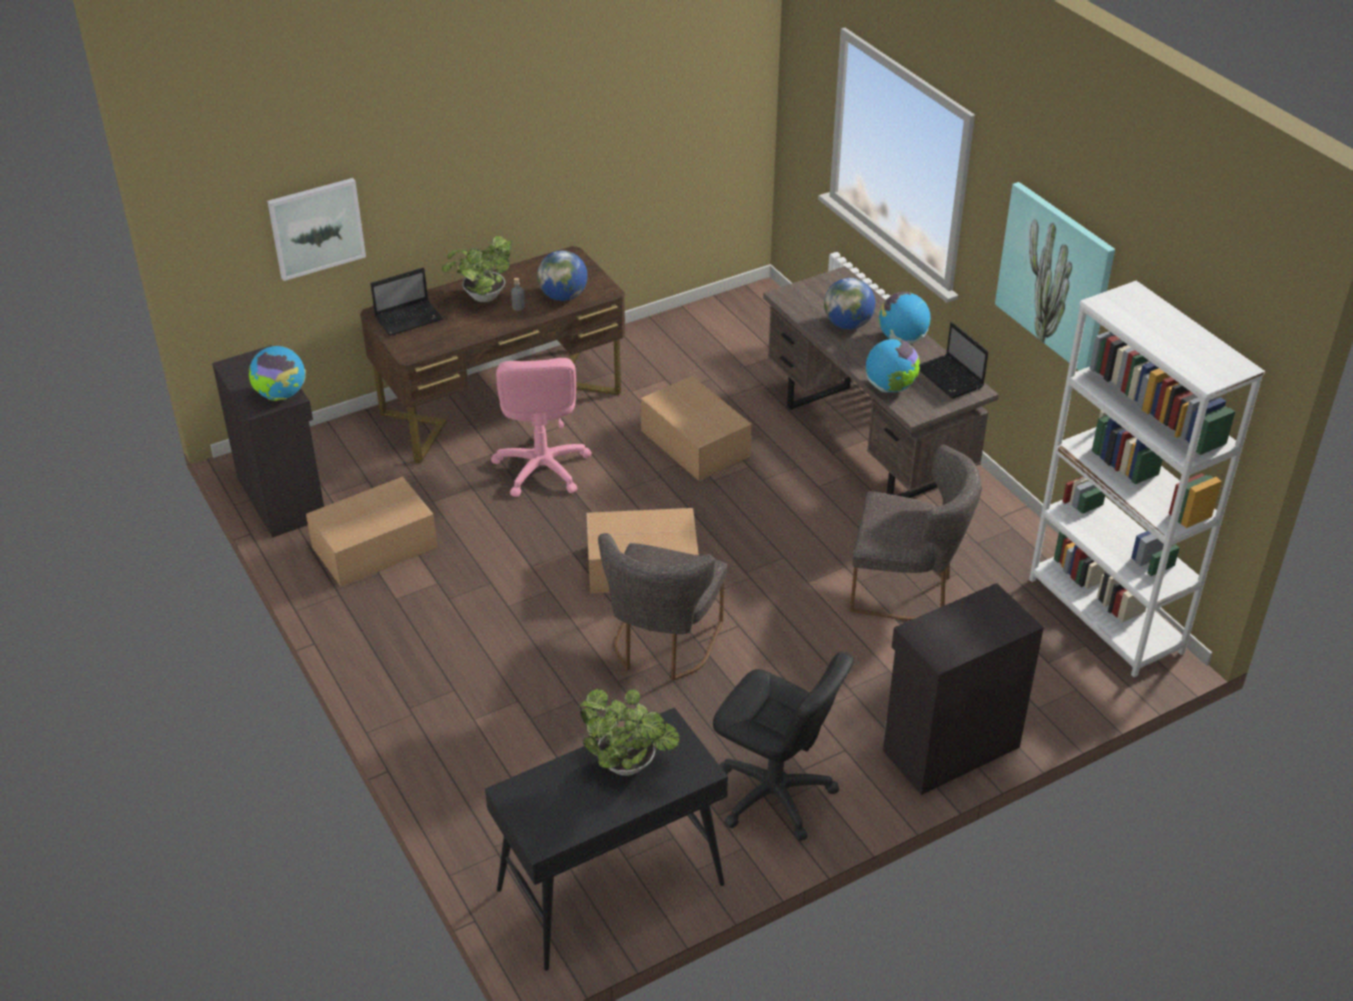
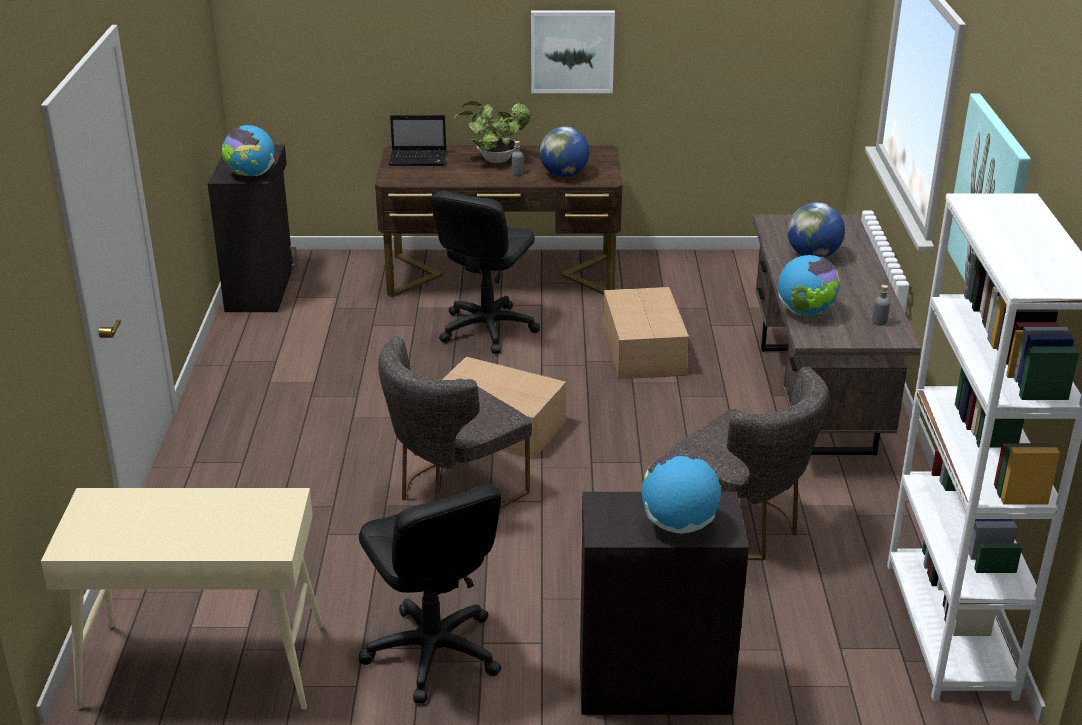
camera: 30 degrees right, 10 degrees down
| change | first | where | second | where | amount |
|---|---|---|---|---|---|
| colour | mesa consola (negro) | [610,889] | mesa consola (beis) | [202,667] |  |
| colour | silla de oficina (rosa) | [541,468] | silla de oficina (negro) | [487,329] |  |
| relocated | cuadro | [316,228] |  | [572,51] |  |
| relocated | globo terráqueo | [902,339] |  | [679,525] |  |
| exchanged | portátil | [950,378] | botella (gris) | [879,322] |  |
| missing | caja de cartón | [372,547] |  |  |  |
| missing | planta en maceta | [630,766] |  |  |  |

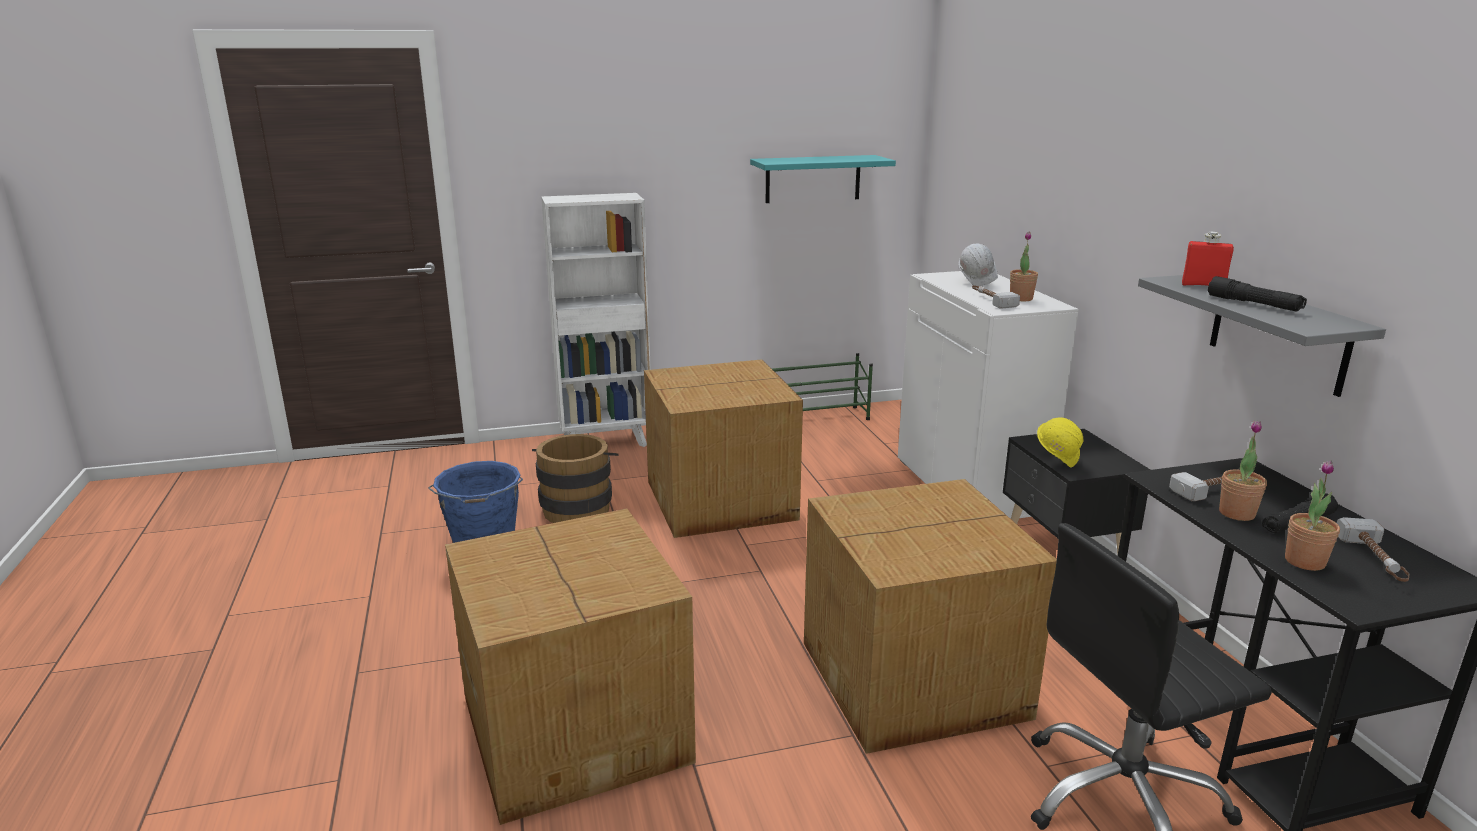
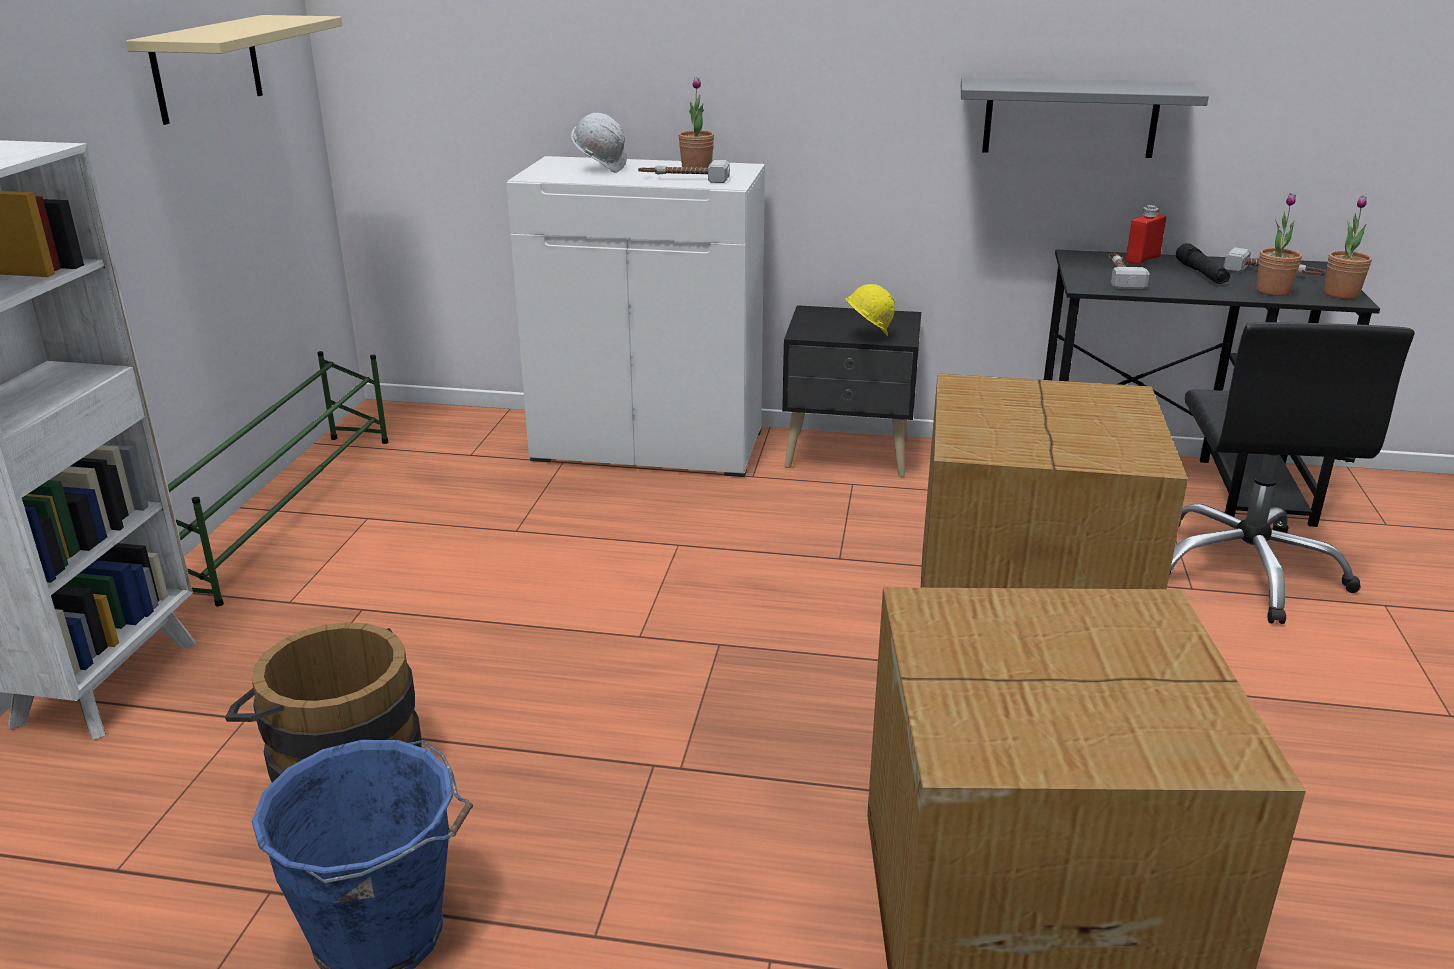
camera: 65 degrees left, 5 degrees up
| change | first | where | second | where | amount |
|---|---|---|---|---|---|
| colour | estante (turquesa) | [813,179] | estante (beis) | [207,68] |  |
| relocated | botella (rojo) | [1203,285] |  | [1142,259] |  |
| relocated | planta en maceta | [1237,513] |  | [1341,294] |  |
| missing | caja de cartón | [723,501] |  |  |  |
| missing | linterna (negro) | [1254,304] |  |  |  |

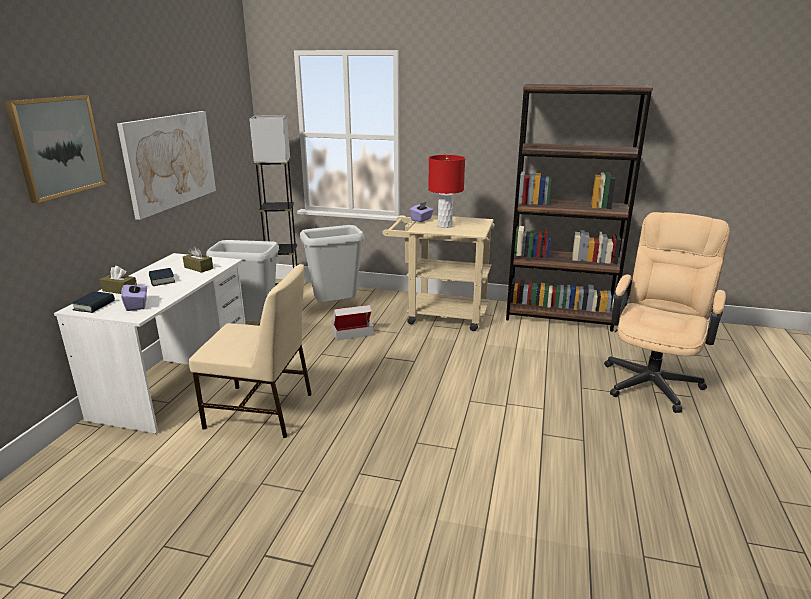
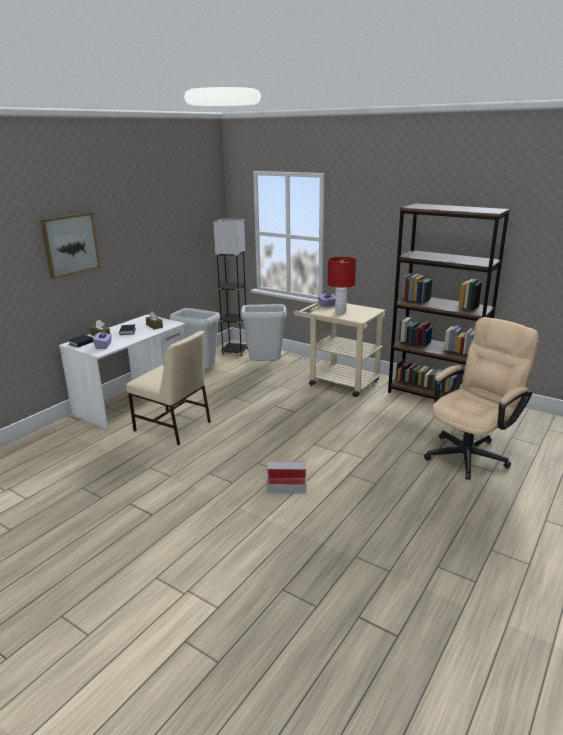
camera: 20 degrees right, 0 degrees up
| change | first | where | second | where | amount |
|---|---|---|---|---|---|
| relocated | caja de cartón | [352,332] |  | [287,485] |  |
| missing | cuadro | [170,161] |  |  |  |

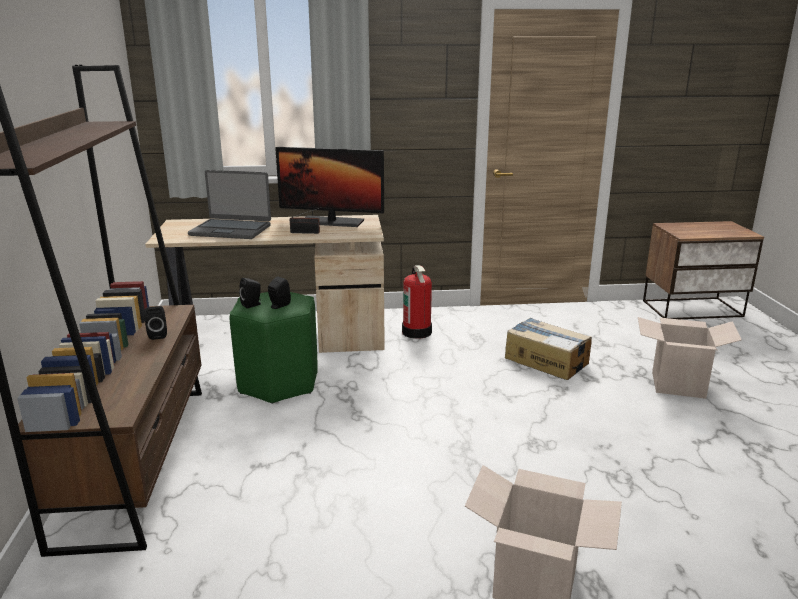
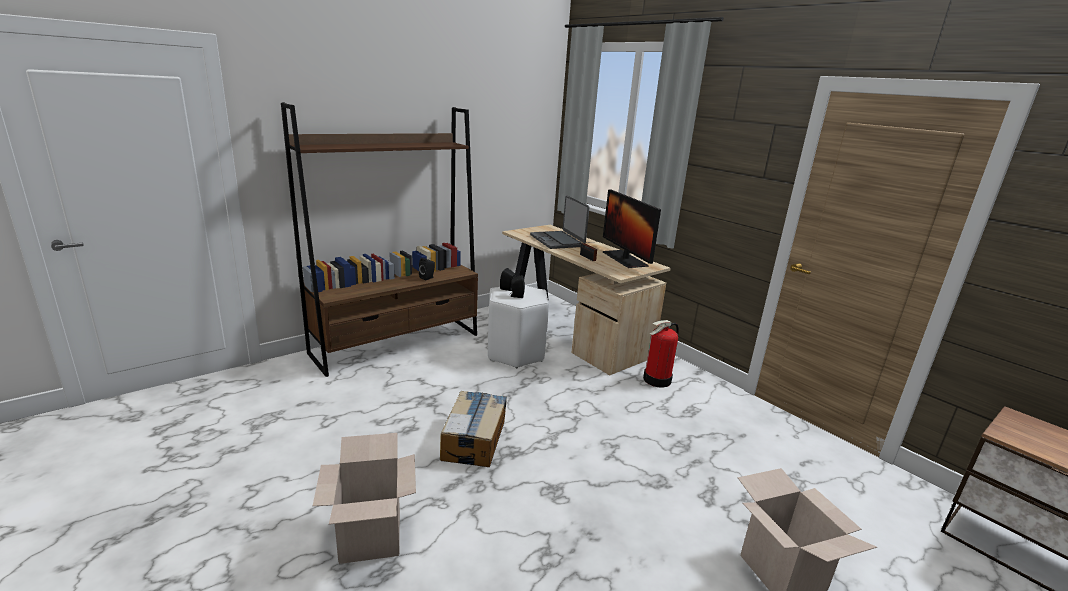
camera: 55 degrees right, 0 degrees up
| change | first | where | second | where | amount |
|---|---|---|---|---|---|
| relocated | caja de cartón | [546,360] |  | [474,439] |  |
| colour | taburete (verde) | [277,383] | taburete (blanco) | [515,353] |  |

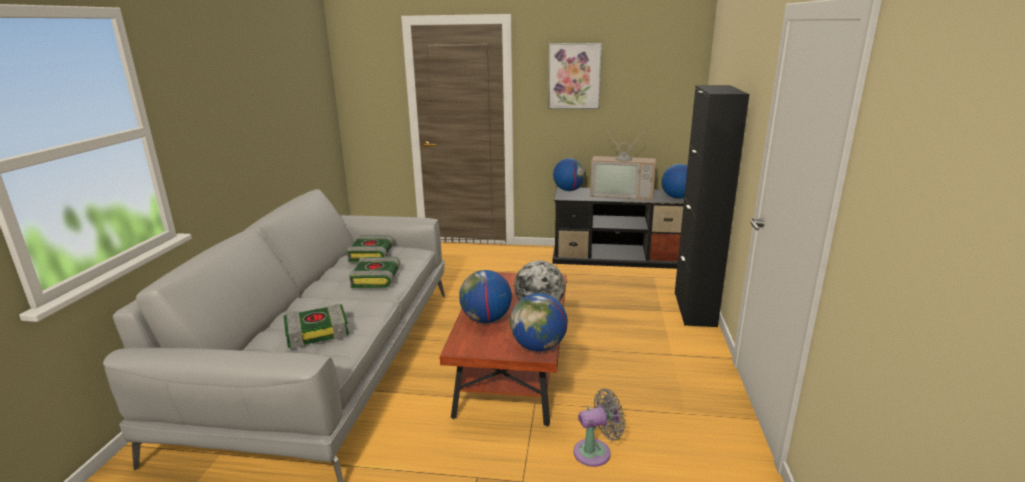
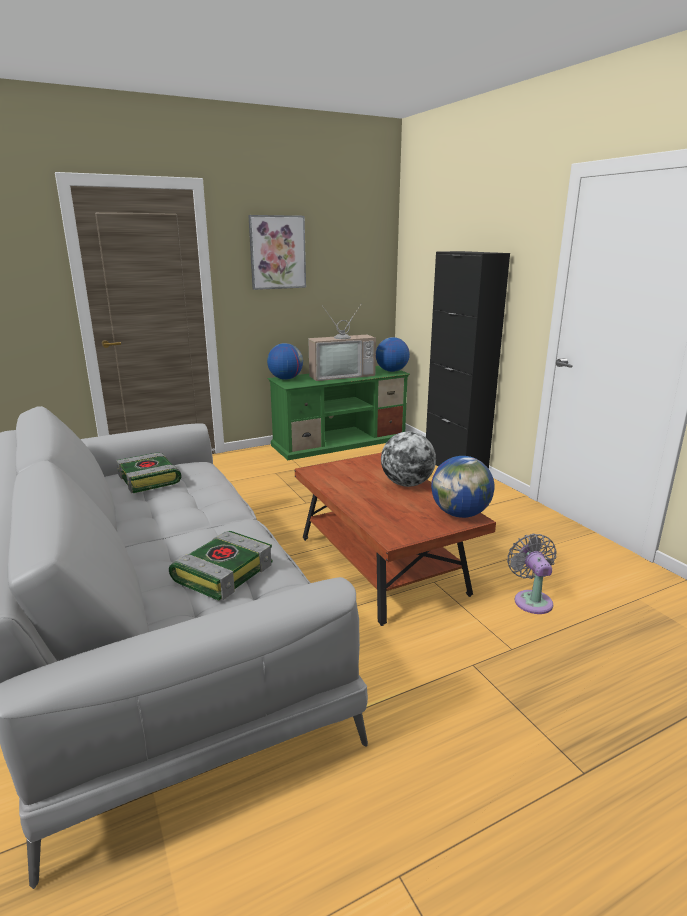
camera: 35 degrees left, 0 degrees up
| change | first | where | second | where | amount |
|---|---|---|---|---|---|
| colour | mueble de televisión (negro) | [618,257] | mueble de televisión (verde) | [341,441] |  |
| spun | ventilador (gris) | [596,452] |  | [531,600] | 45 degrees counterclockwise |
| missing | libro | [377,279] |  |  |  |
| missing | globo terráqueo | [486,319] |  |  |  |

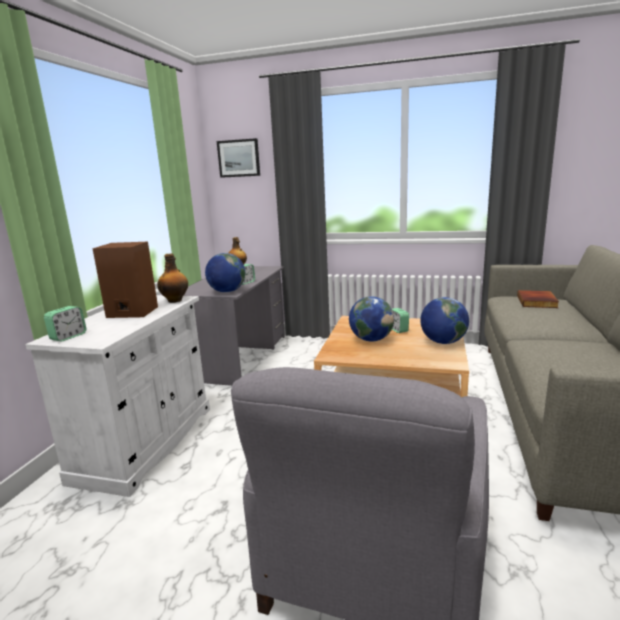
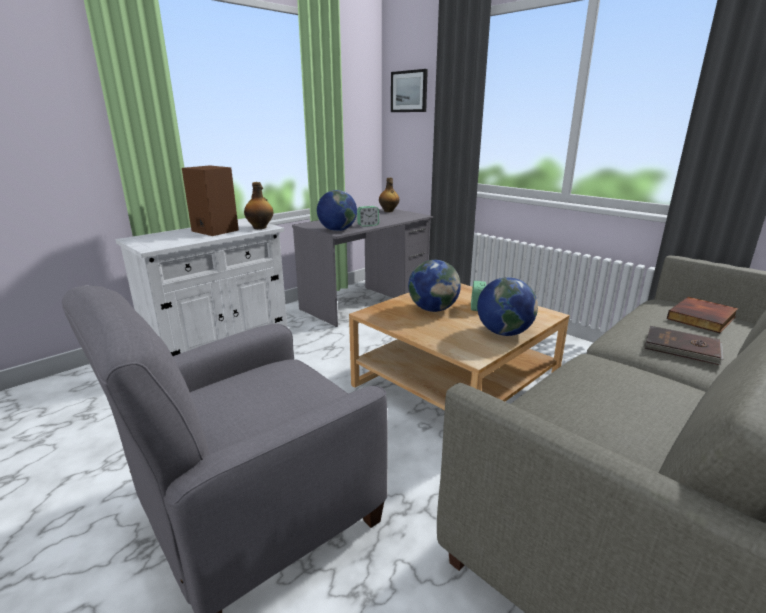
camera: 30 degrees right, 5 degrees up
| change | first | where | second | where | amount |
|---|---|---|---|---|---|
| appeared |  |  | libro (marrón) | [682,348] |  |
| missing | despertador | [68,337] |  |  |  |

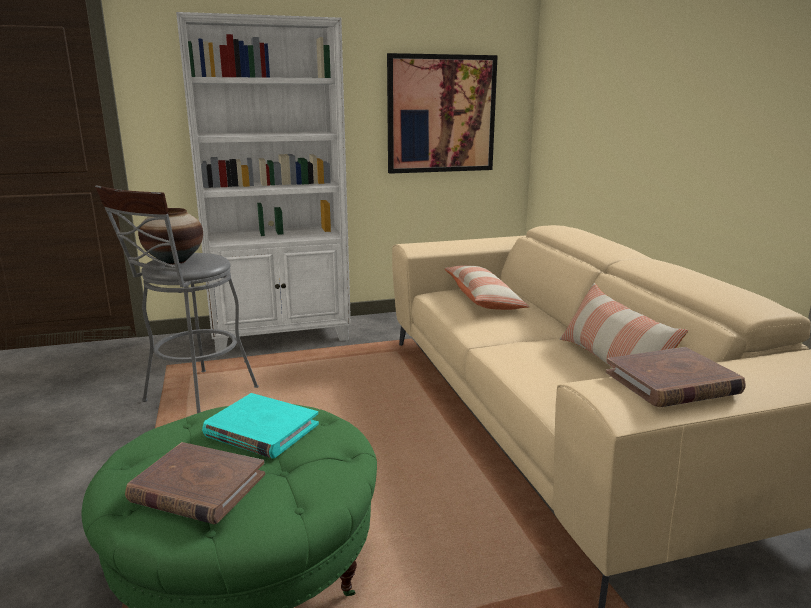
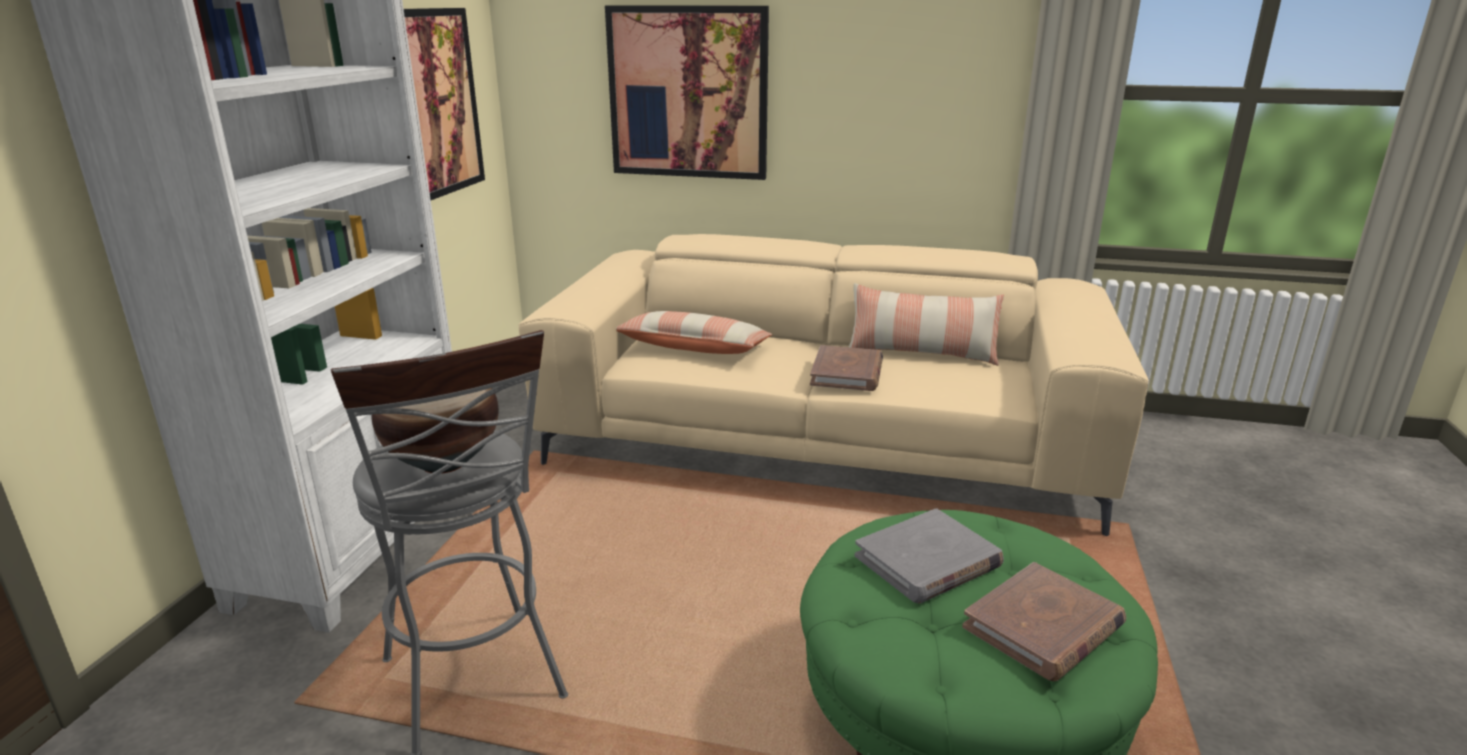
camera: 60 degrees left, 5 degrees up
| change | first | where | second | where | amount |
|---|---|---|---|---|---|
| appeared |  |  | cuadro | [688,93] |  |
| relocated | libro (marrón) | [672,383] |  | [847,373] |  |
| colour | libro (turquesa) | [261,430] | libro (gris) | [927,561] |  |

